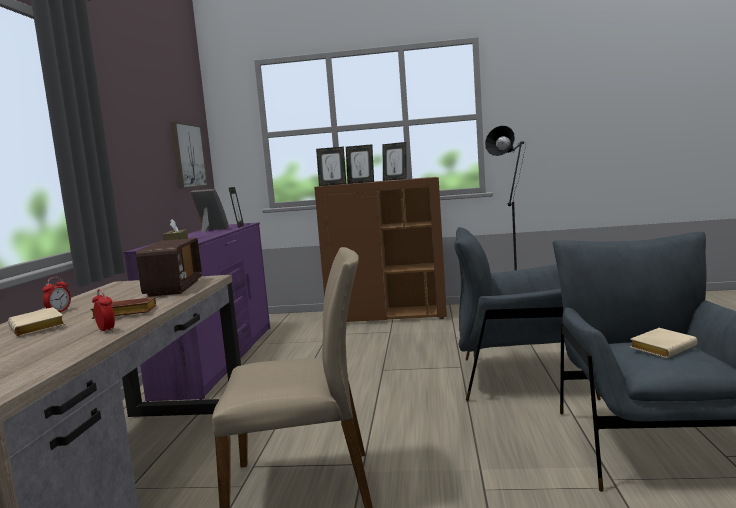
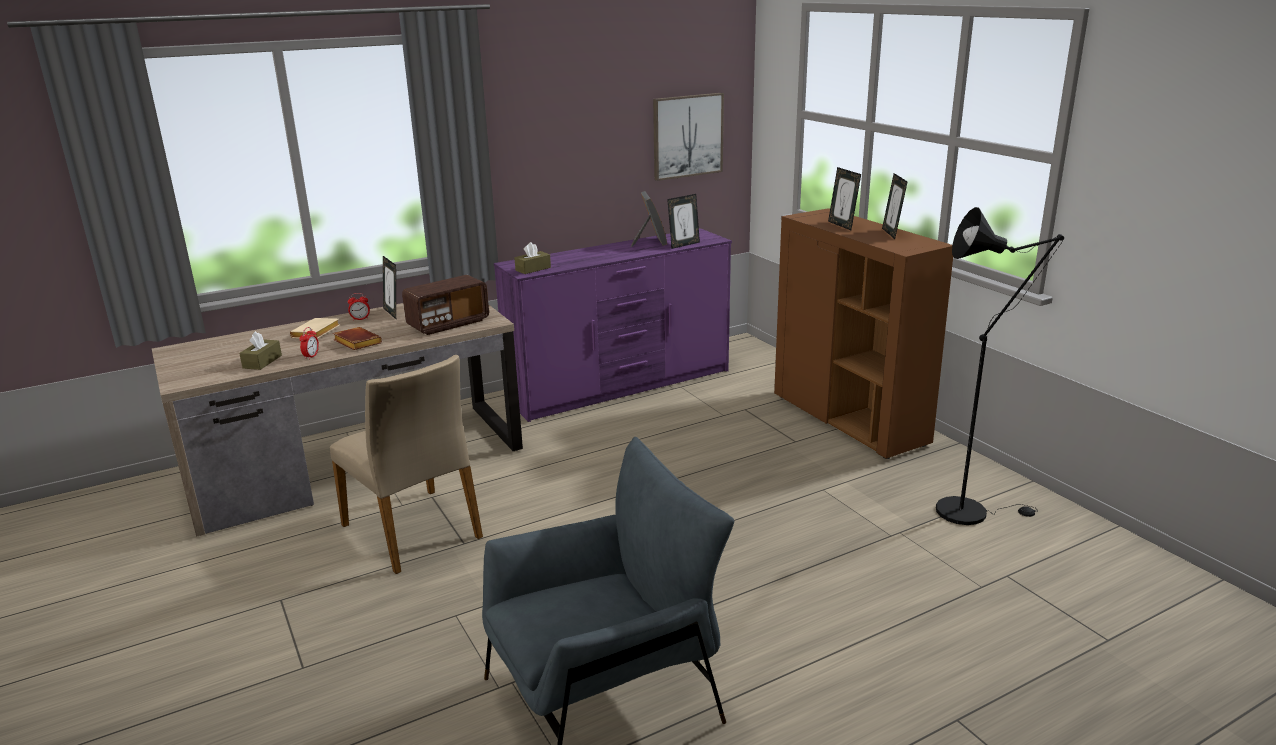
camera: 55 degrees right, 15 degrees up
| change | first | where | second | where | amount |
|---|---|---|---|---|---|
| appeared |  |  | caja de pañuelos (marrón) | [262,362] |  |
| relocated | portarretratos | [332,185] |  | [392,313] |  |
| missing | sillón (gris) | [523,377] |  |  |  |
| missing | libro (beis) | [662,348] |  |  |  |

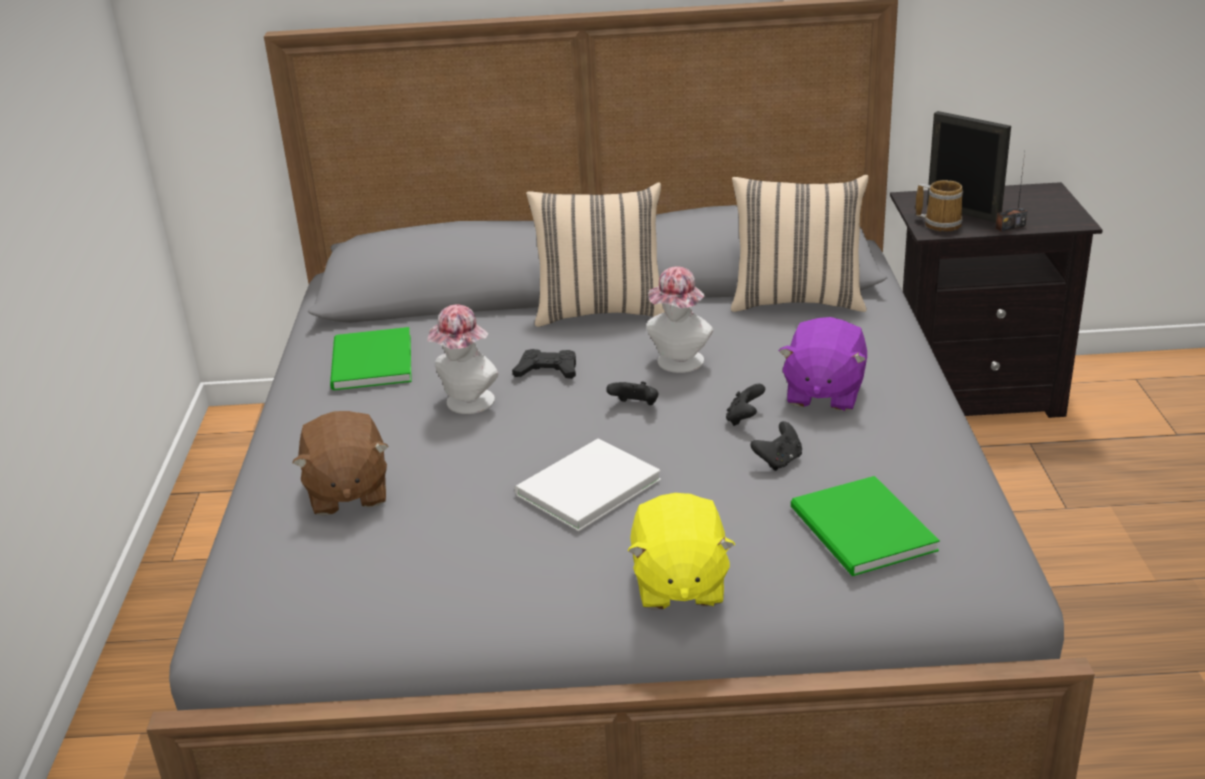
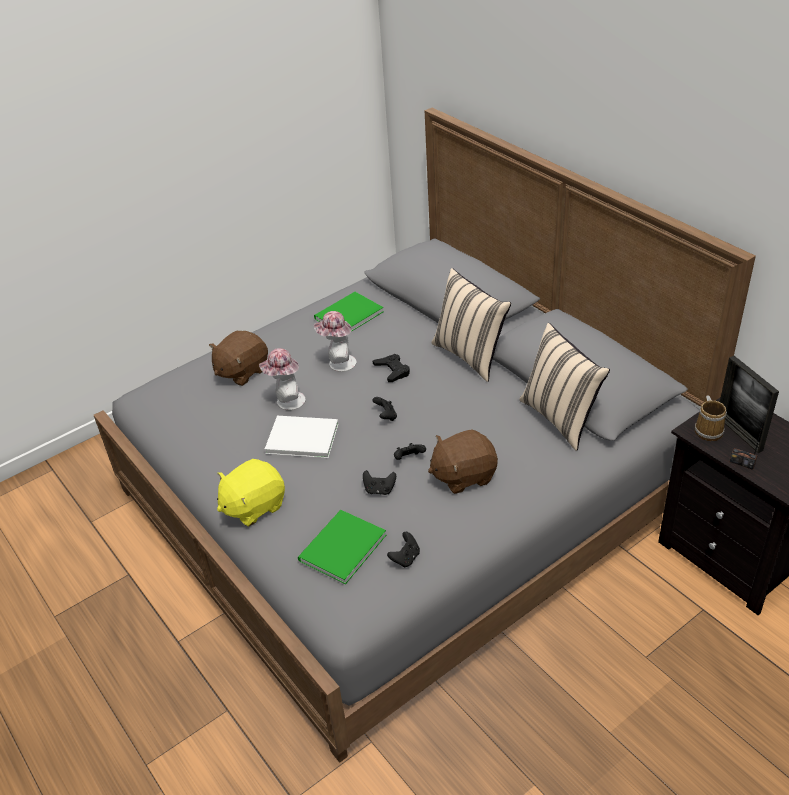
camera: 55 degrees right, 10 degrees up
| change | first | where | second | where | amount |
|---|---|---|---|---|---|
| relocated | sombrero | [679,364] |  | [287,402] |  |
| appeared |  |  | mando de consola (negro) | [405,558] |  |
| colour | peluche (morado) | [823,393] | peluche (marrón) | [463,475] |  |
| spun | portarretratos | [963,212] |  | [739,433] | 150 degrees clockwise |

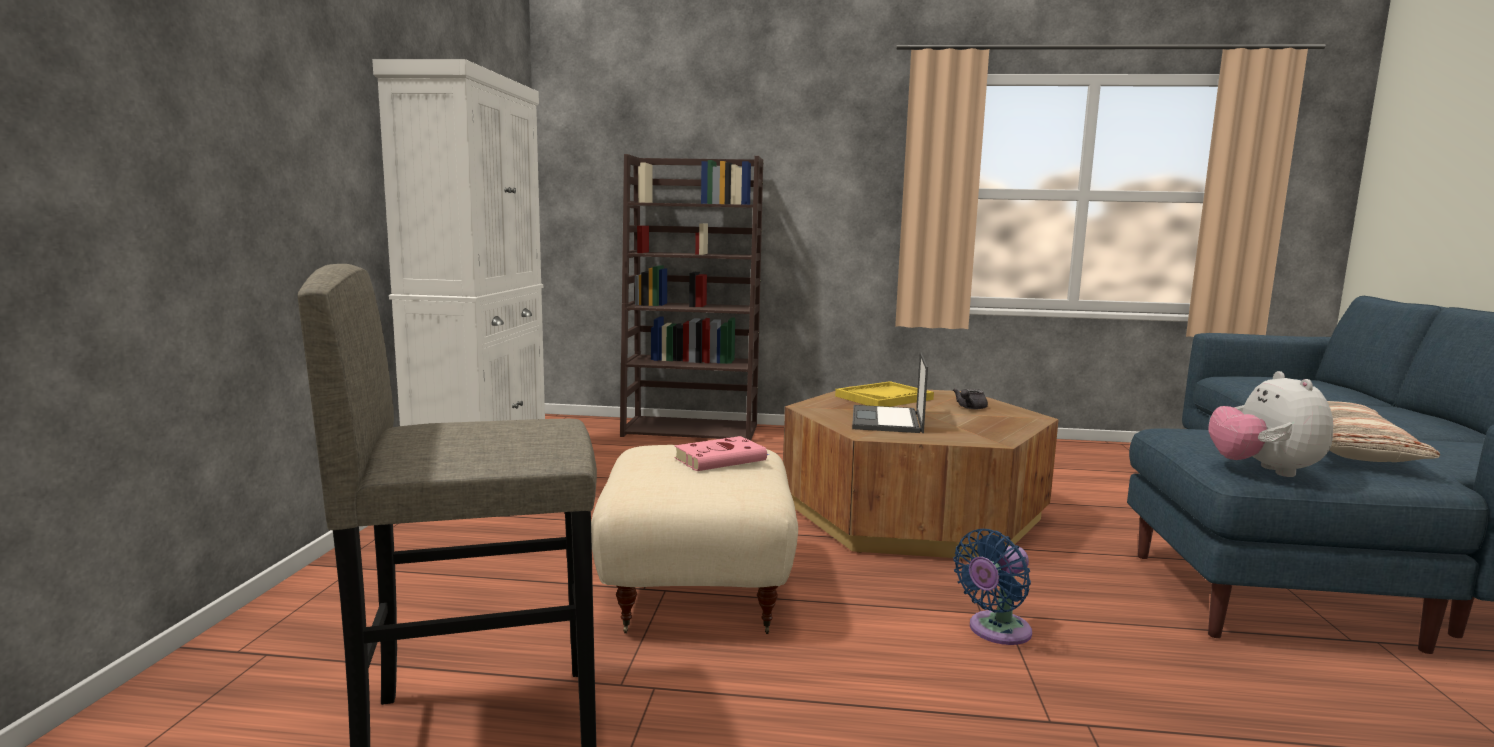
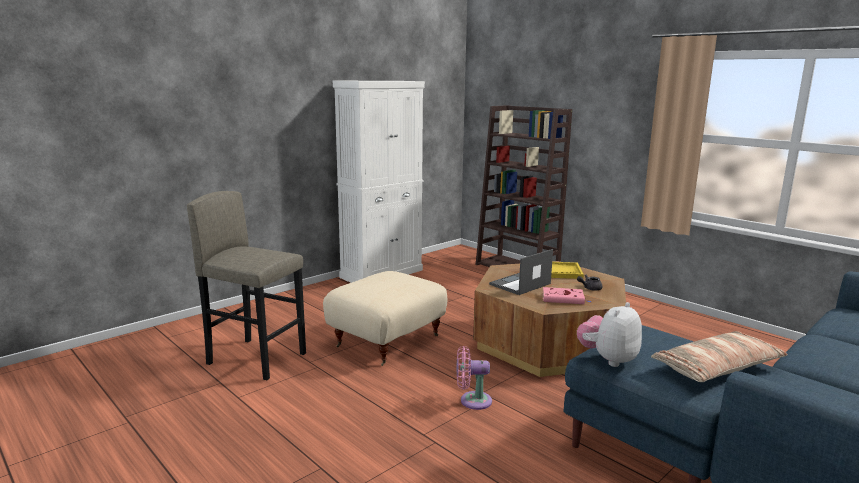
camera: 40 degrees right, 5 degrees up
| change | first | where | second | where | amount |
|---|---|---|---|---|---|
| colour | ventilador (azul) | [995,631] | ventilador (rosa) | [472,401] |  |
| relocated | libro (rosa) | [722,459] |  | [564,299] |  |

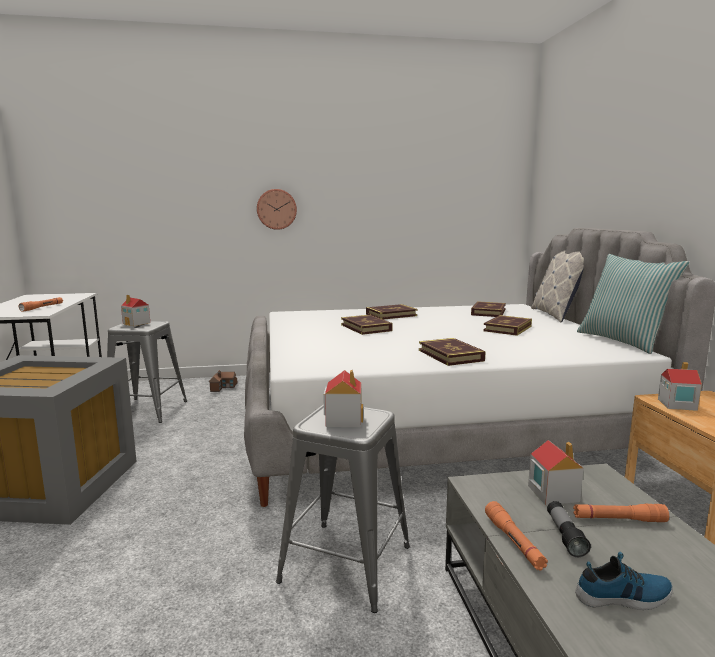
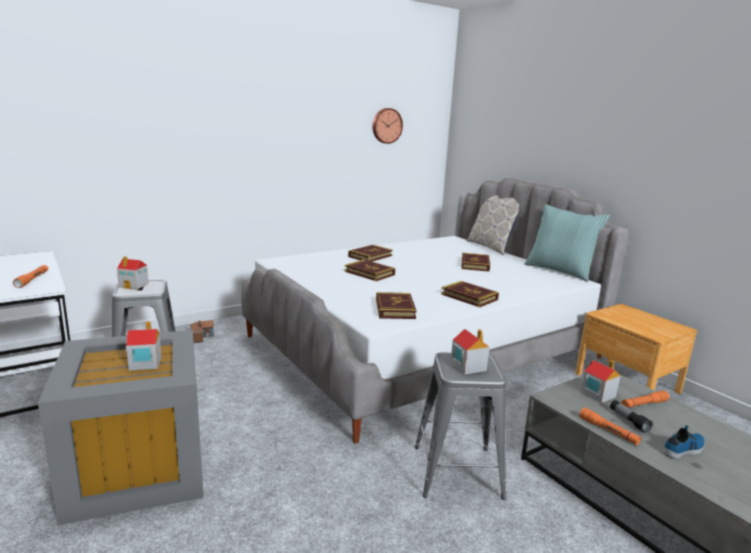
camera: 25 degrees left, 5 degrees up
| change | first | where | second | where | amount |
|---|---|---|---|---|---|
| relocated | casita | [676,404] |  | [145,363] |  |
| relocated | reloj de pared | [276,209] |  | [386,125] |  |
| relocated | libro | [488,312] |  | [395,309] |  |

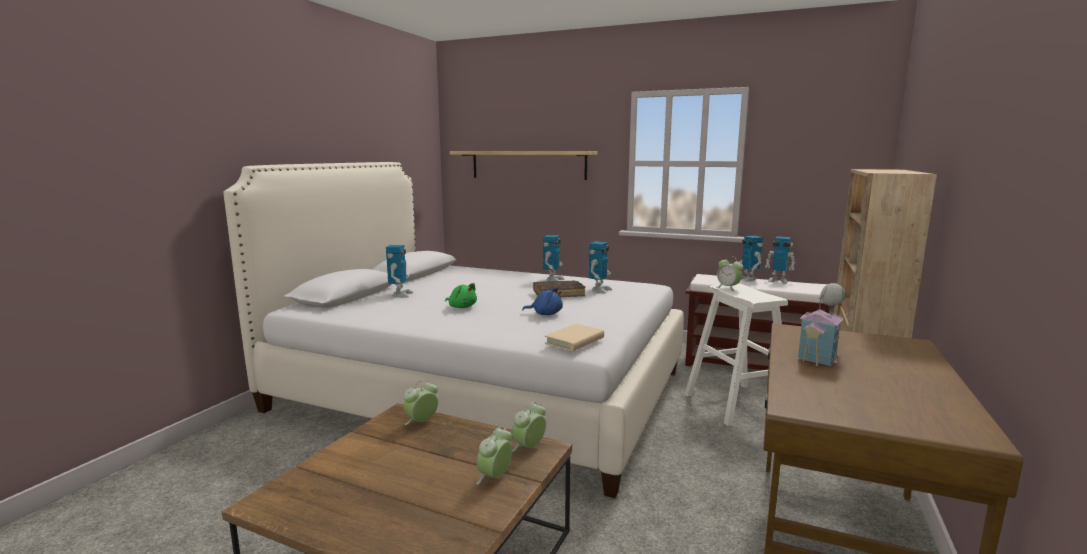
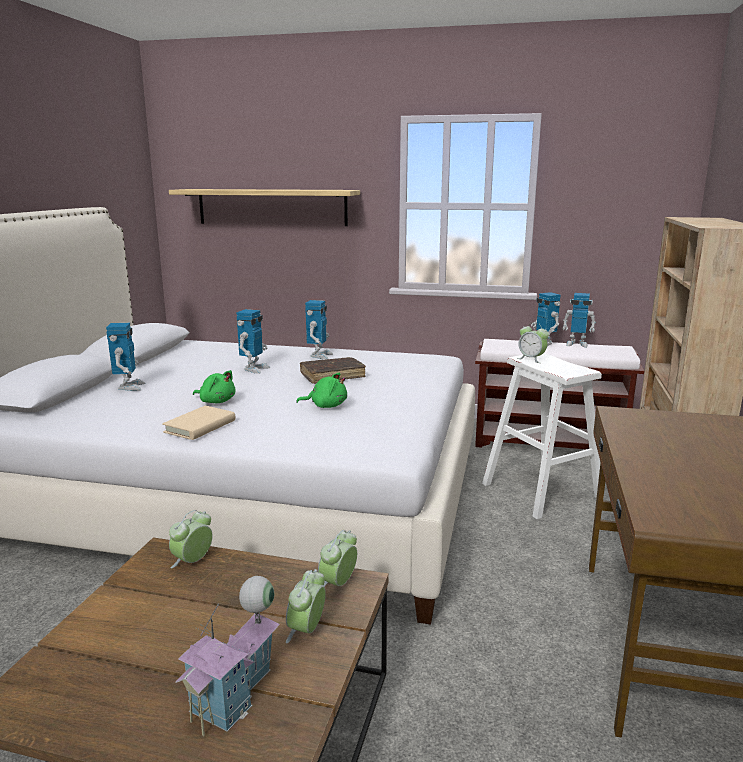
camera: 10 degrees left, 5 degrees up
| change | first | where | second | where | amount |
|---|---|---|---|---|---|
| relocated | libro (beis) | [574,341] |  | [200,426] |  |
| relocated | casita | [820,355] |  | [235,694] |  |
| relocated | robot de juguete | [599,290] |  | [254,369] |  |
| colour | peluche (azul) | [545,314] | peluche (verde) | [326,406] |  |

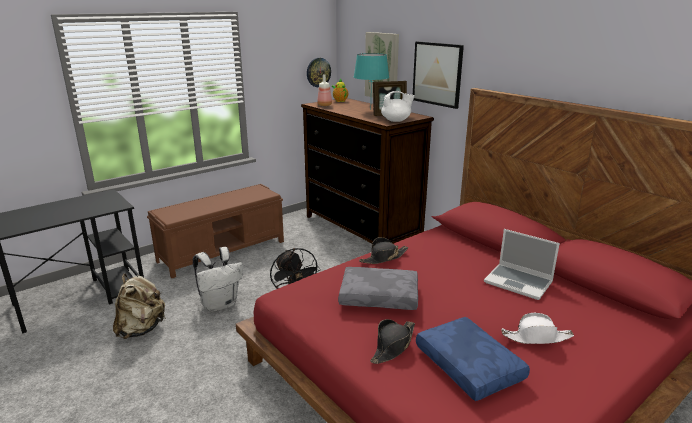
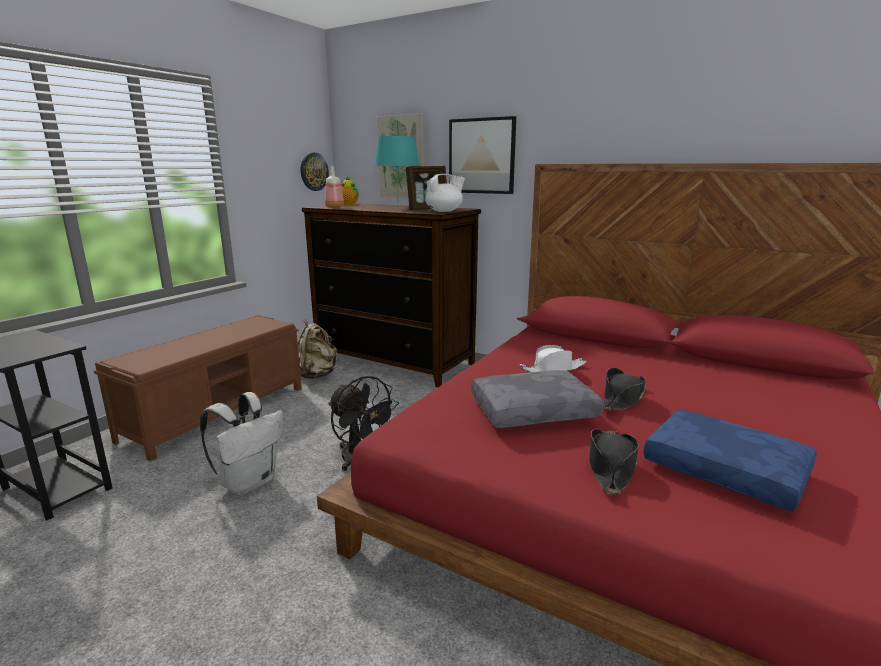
camera: 20 degrees left, 5 degrees down
| change | first | where | second | where | amount |
|---|---|---|---|---|---|
| relocated | mochila (beis) | [141,329] |  | [317,375] |  |
| relocated | sombrero (blanco) | [536,337] |  | [553,369] |  |
| relocated | sombrero (negro) | [383,258] |  | [622,399] |  |
| missing | portátil | [519,282] |  |  |  |

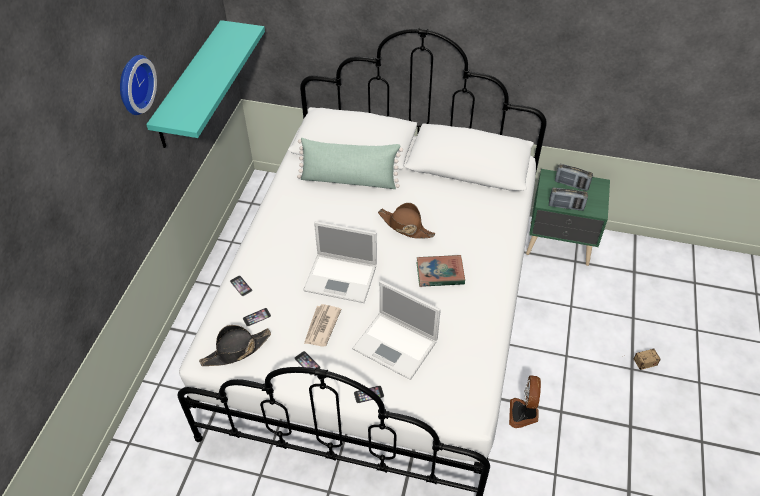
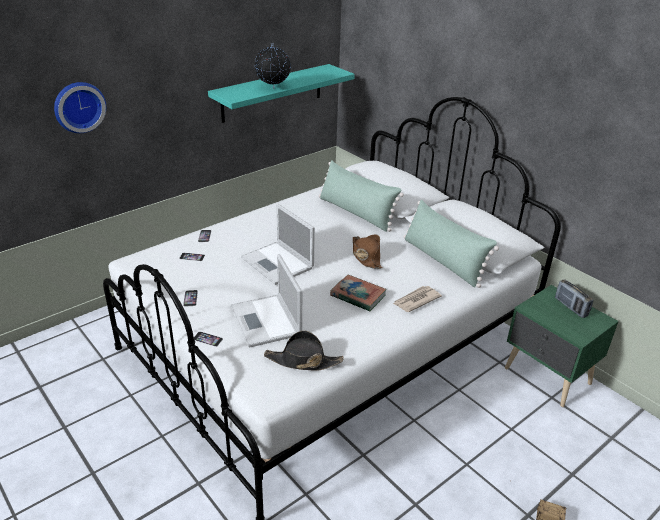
camera: 35 degrees right, 15 degrees down
| change | first | where | second | where | amount |
|---|---|---|---|---|---|
| relocated | reloj de pared | [133,84] |  | [78,106] |  |
| appeared |  |  | globo terráqueo | [273,88] |  |
| relocated | sombrero (negro) | [236,350] |  | [303,361] |  |
| relocated | periódico | [321,327] |  | [416,300] |  |
| appeared |  |  | cojín (verde) | [443,261] |  |
| missing | ventilador | [524,414] |  |  |  |
| missing | radio | [566,206] |  |  |  |

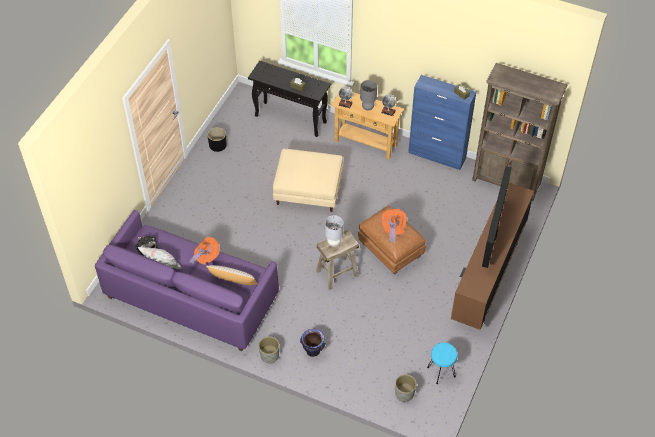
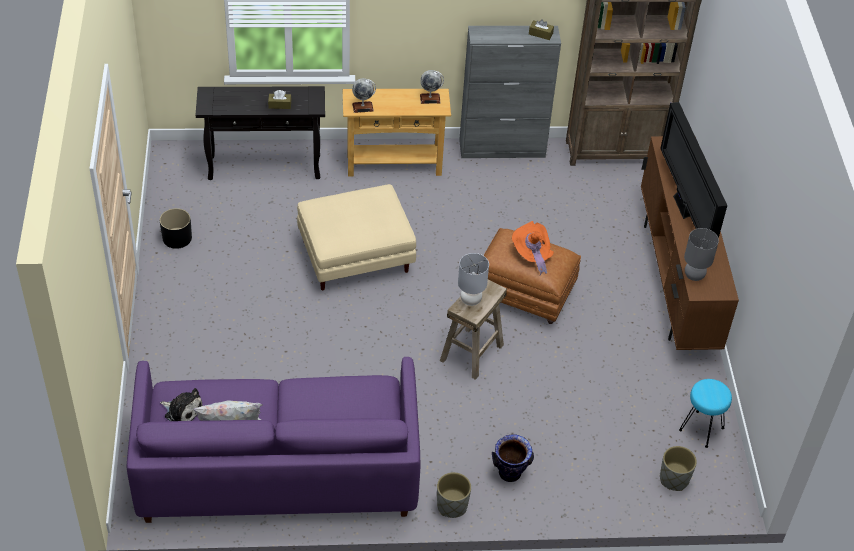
camera: 30 degrees left, 5 degrees down
| change | first | where | second | where | amount |
|---|---|---|---|---|---|
| colour | armario (azul) | [437,155] | armario (gris) | [502,149] |  |
| relocated | lámpara de mesa (gris) | [367,107] |  | [694,275] |  |
| missing | sombrero (naranja) | [206,256] |  |  |  |
| missing | cojín (beis) | [233,281] |  |  |  |

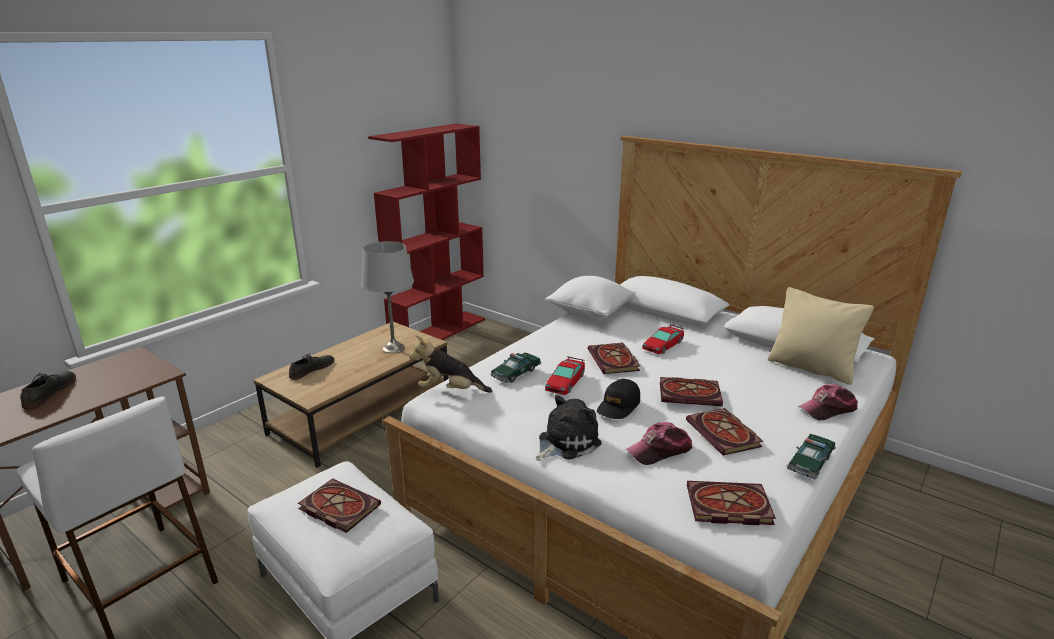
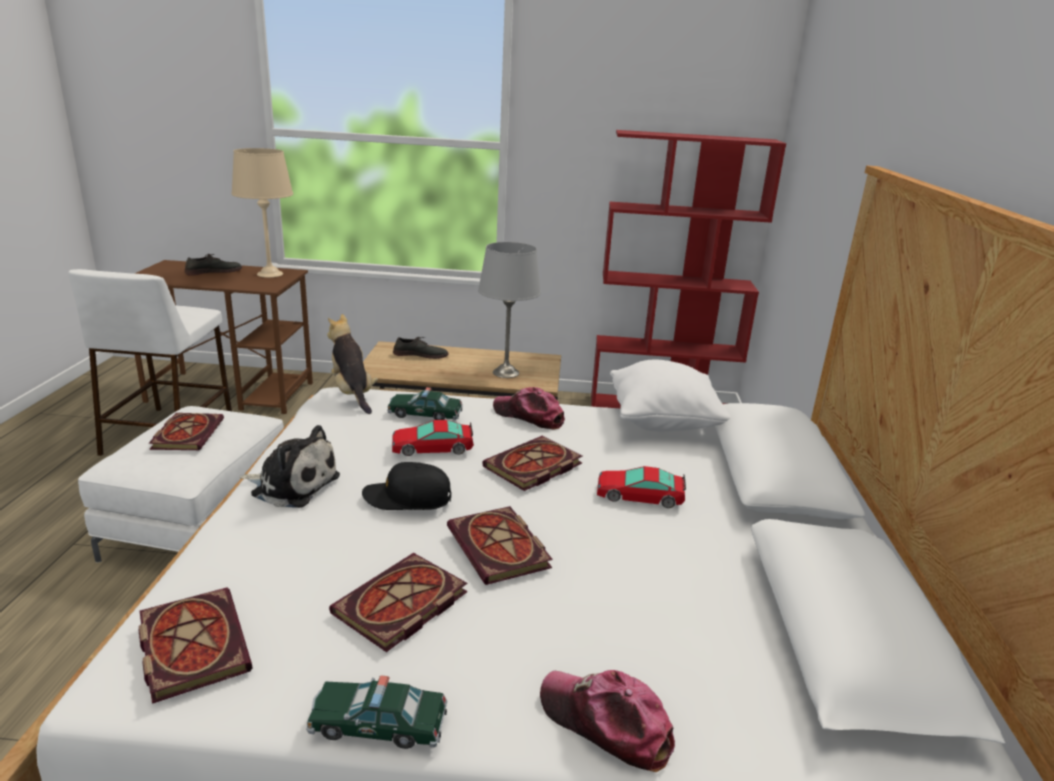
camera: 55 degrees right, 0 degrees up
| change | first | where | second | where | amount |
|---|---|---|---|---|---|
| appeared |  |  | lámpara de mesa (beis) | [270,274] |  |
| relocated | gorra | [659,450] |  | [529,416] |  |
| missing | cojín (beis) | [811,368] |  |  |  |

